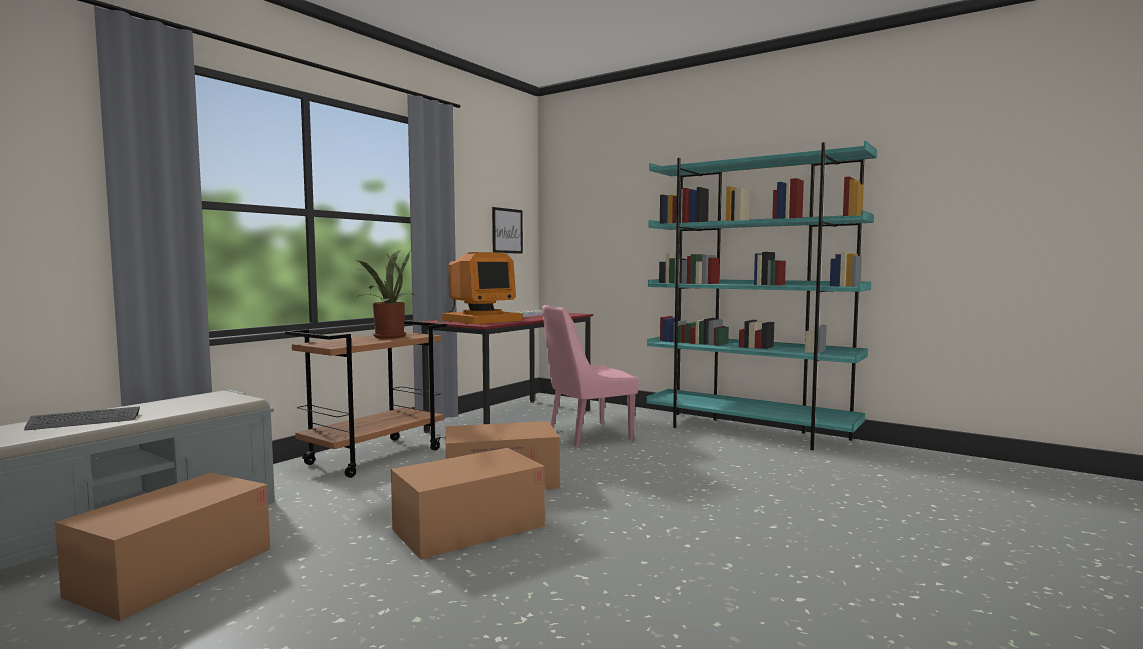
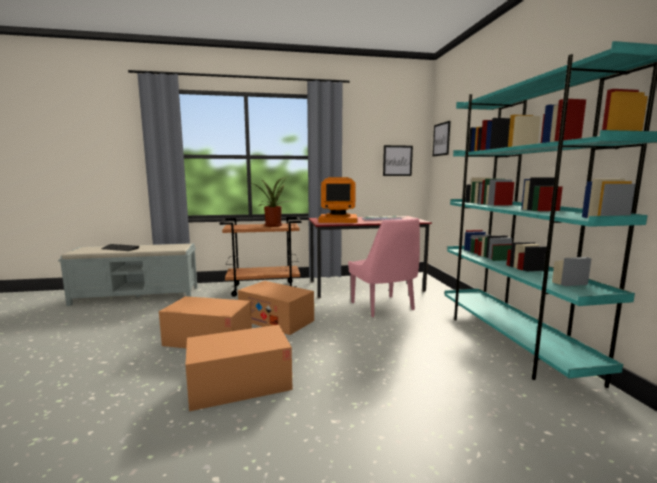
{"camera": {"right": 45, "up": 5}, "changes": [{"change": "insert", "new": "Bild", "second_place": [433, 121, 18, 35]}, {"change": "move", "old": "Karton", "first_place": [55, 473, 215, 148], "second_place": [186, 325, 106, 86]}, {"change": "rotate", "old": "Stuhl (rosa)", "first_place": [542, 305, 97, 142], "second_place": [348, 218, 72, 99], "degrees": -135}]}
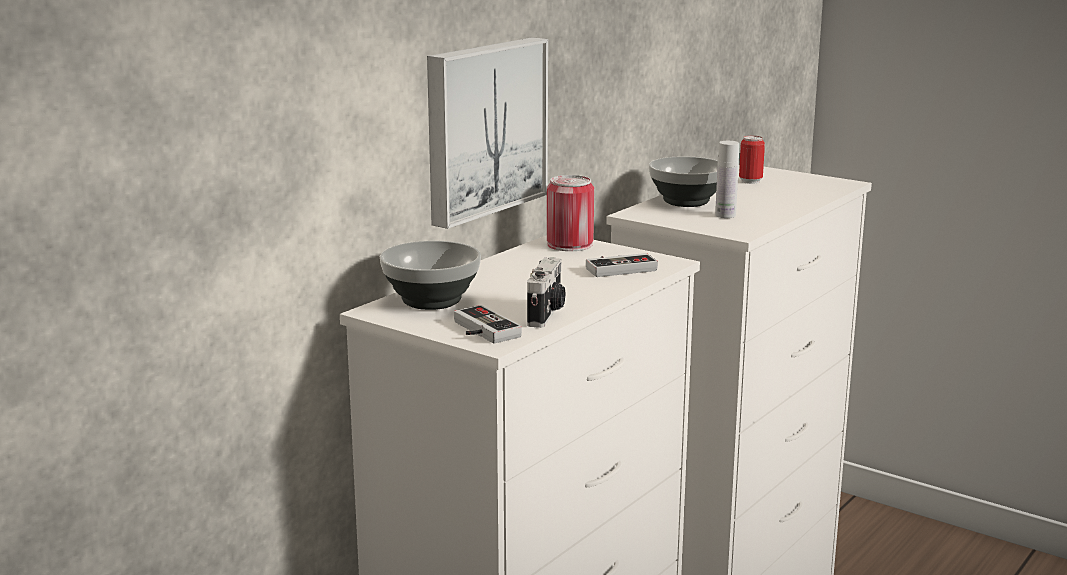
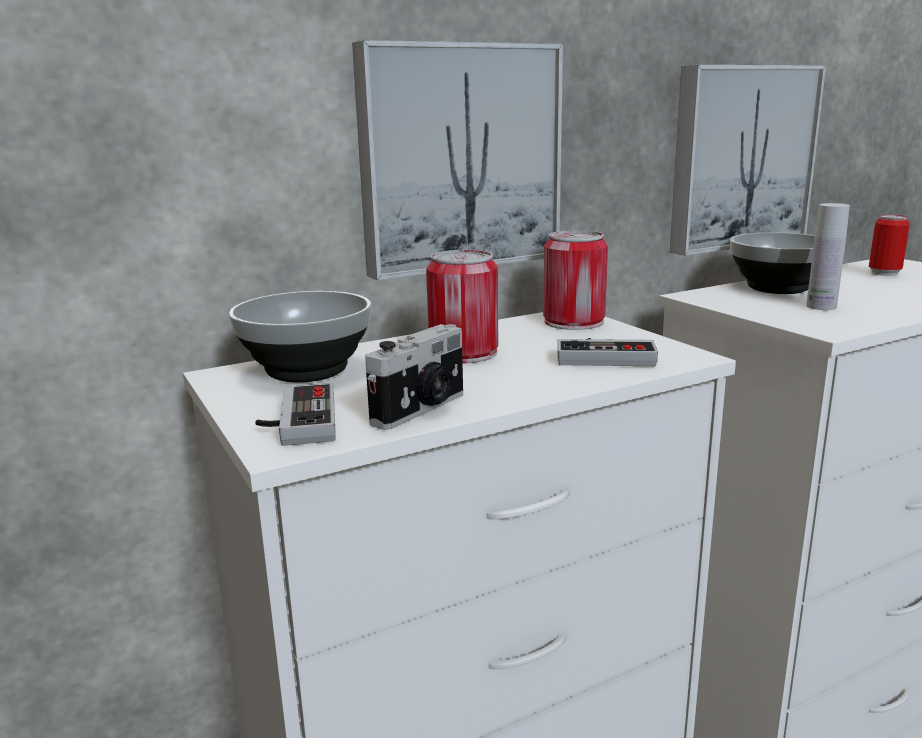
{"camera": {"right": 25, "up": 0}, "changes": [{"change": "insert", "new": "Dose", "second_place": [426, 250, 72, 113]}, {"change": "insert", "new": "Bild", "second_place": [670, 65, 156, 191]}]}
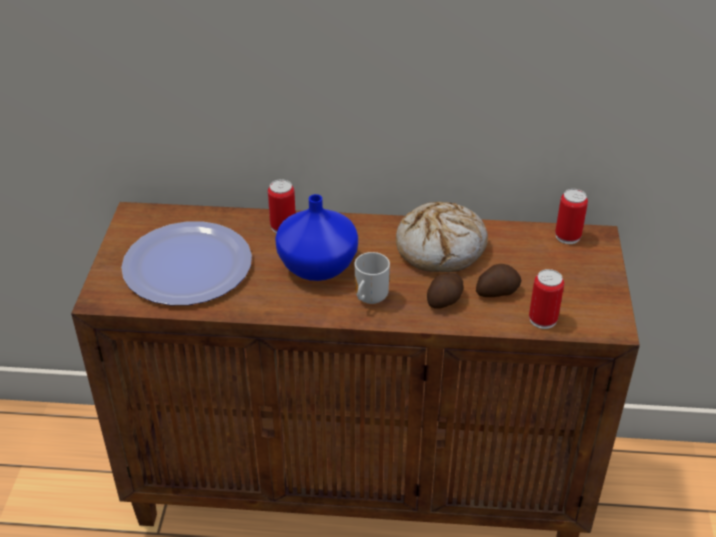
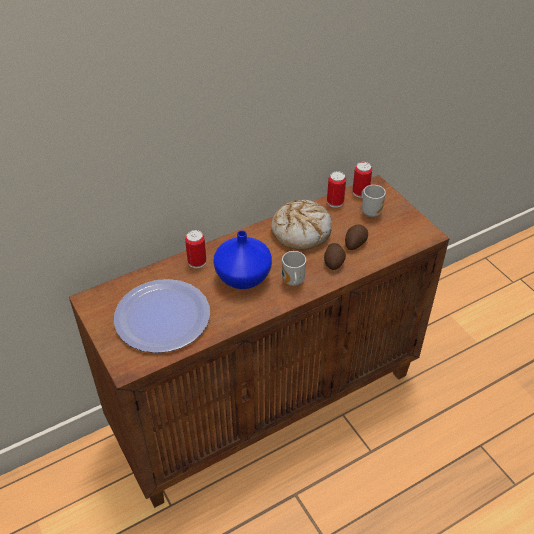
{"camera": {"right": -35, "up": 5}, "changes": [{"change": "insert", "new": "Henkelbecher", "second_place": [361, 185, 25, 32]}, {"change": "move", "old": "Dose", "first_place": [529, 269, 35, 60], "second_place": [327, 171, 19, 37]}]}
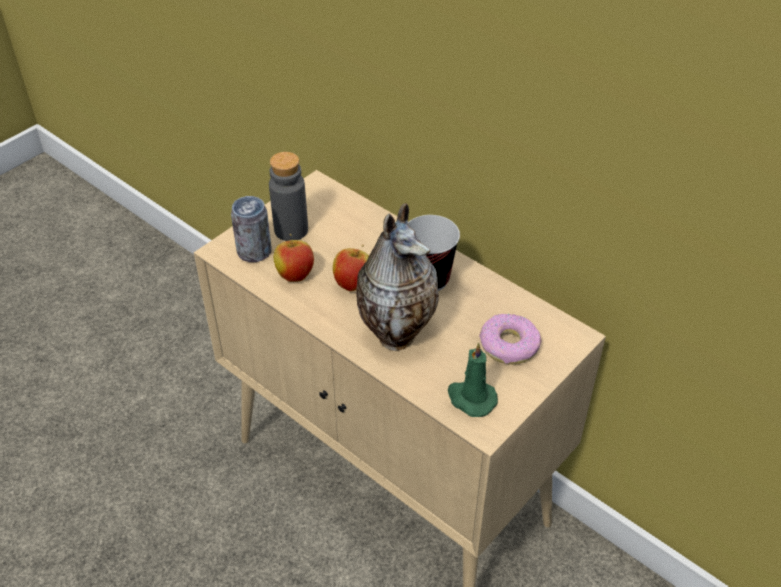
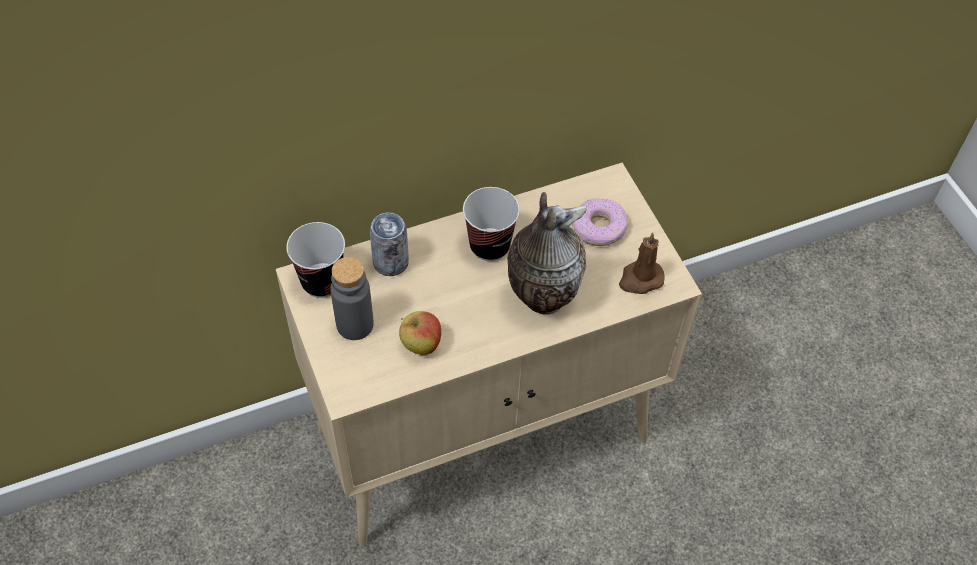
{"camera": {"right": -65, "up": 10}, "changes": [{"change": "delete", "old": "Apfel", "first_place": [333, 245, 36, 46]}, {"change": "insert", "new": "Tasse", "second_place": [286, 222, 59, 76]}, {"change": "move", "old": "Dose", "first_place": [231, 196, 41, 66], "second_place": [370, 212, 39, 64]}, {"change": "recolor", "old": "Kerze (grün)", "new": "Kerze (braun)", "first_place": [448, 342, 50, 75], "second_place": [619, 232, 46, 62]}]}
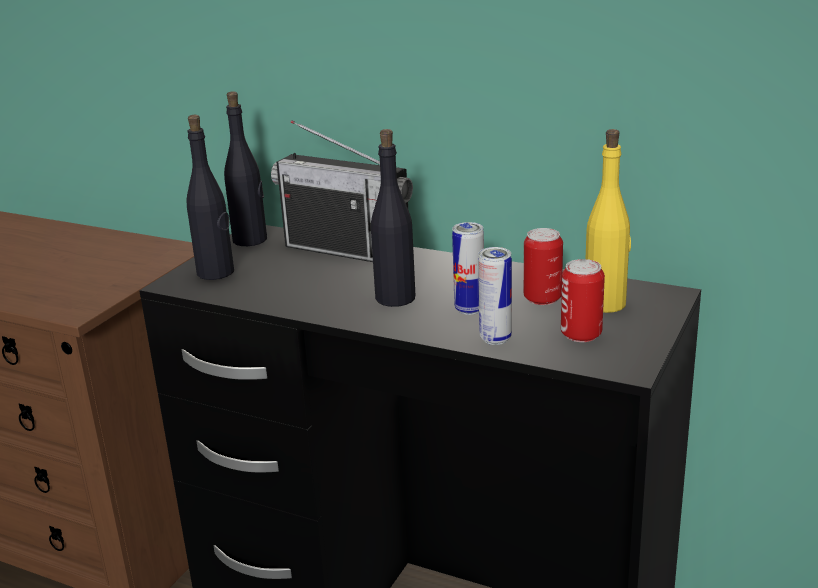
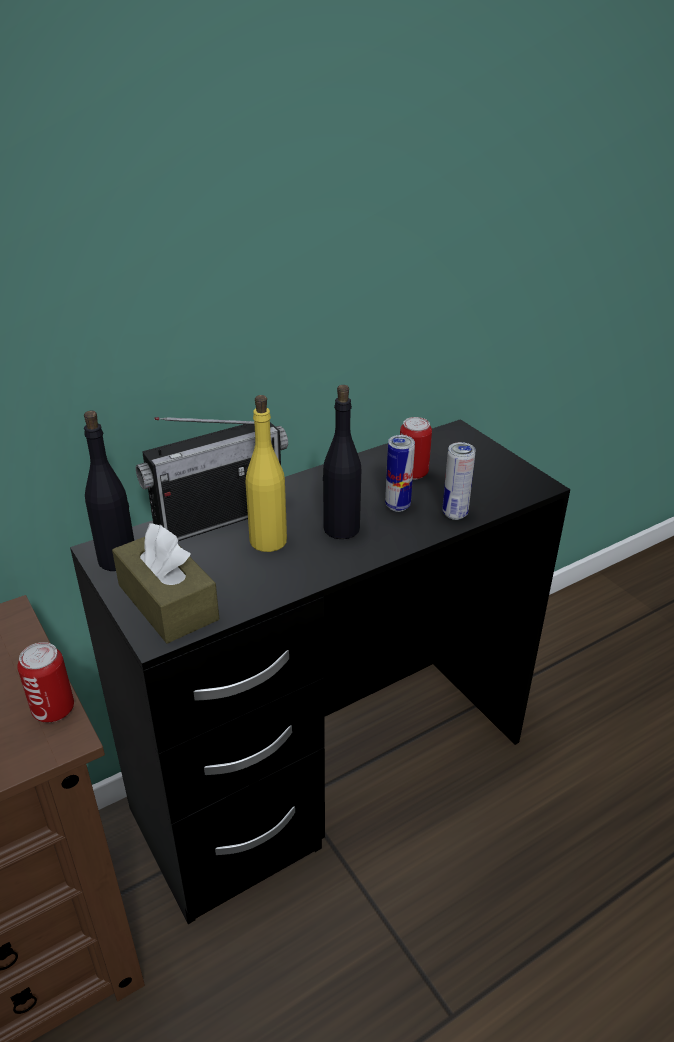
{"camera": {"right": -60, "up": 10}, "changes": [{"change": "move", "old": "Dose", "first_place": [561, 259, 44, 83], "second_place": [17, 642, 57, 80]}, {"change": "move", "old": "Flasche (gelb)", "first_place": [586, 129, 45, 184], "second_place": [246, 395, 41, 157]}, {"change": "replace", "old": "Flasche (schwarz)", "new": "Taschentuchbox (braun)", "first_place": [186, 115, 48, 165], "second_place": [112, 523, 107, 121]}]}
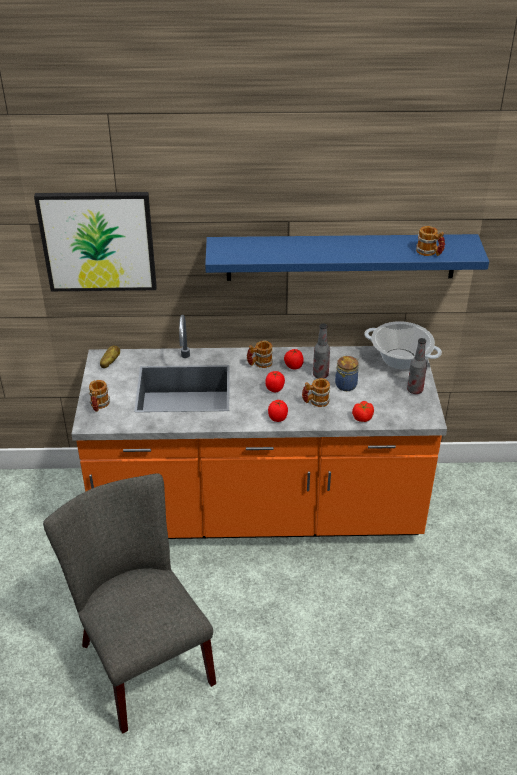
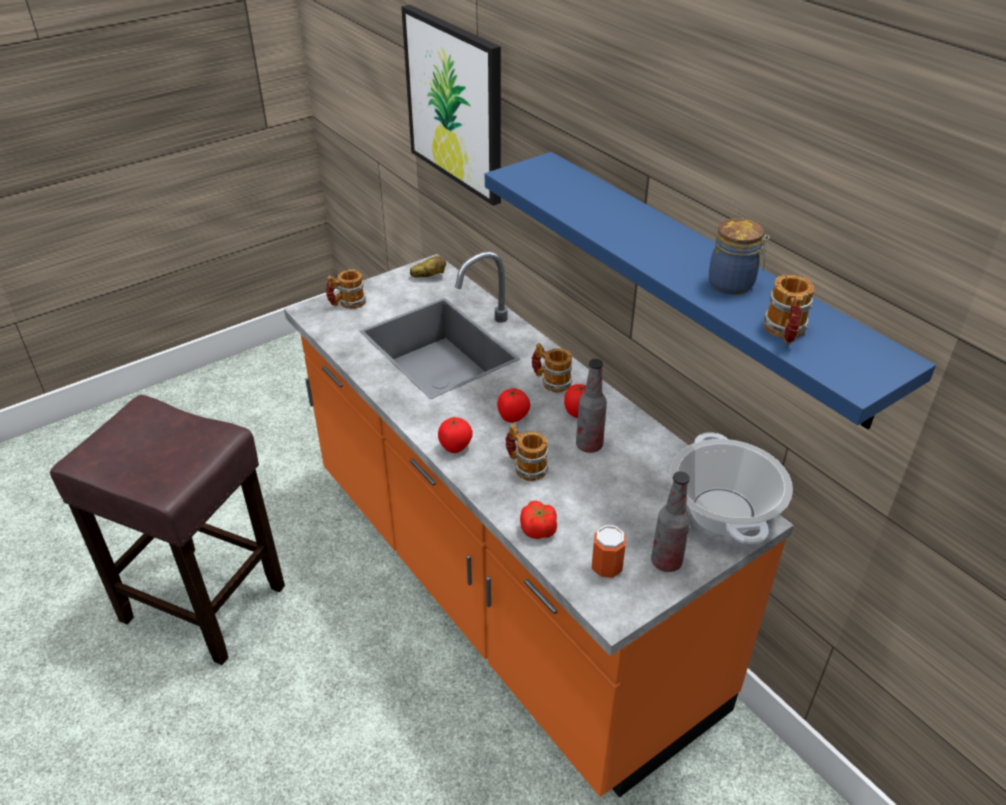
{"camera": {"right": 55, "up": 0}, "changes": [{"change": "insert", "new": "Dose", "second_place": [592, 525, 34, 53]}, {"change": "move", "old": "Vorratsglas", "first_place": [335, 356, 24, 35], "second_place": [709, 218, 61, 77]}, {"change": "replace", "old": "Stuhl (grau)", "new": "Hocker (braun)", "first_place": [43, 473, 173, 261], "second_place": [50, 395, 235, 270]}]}
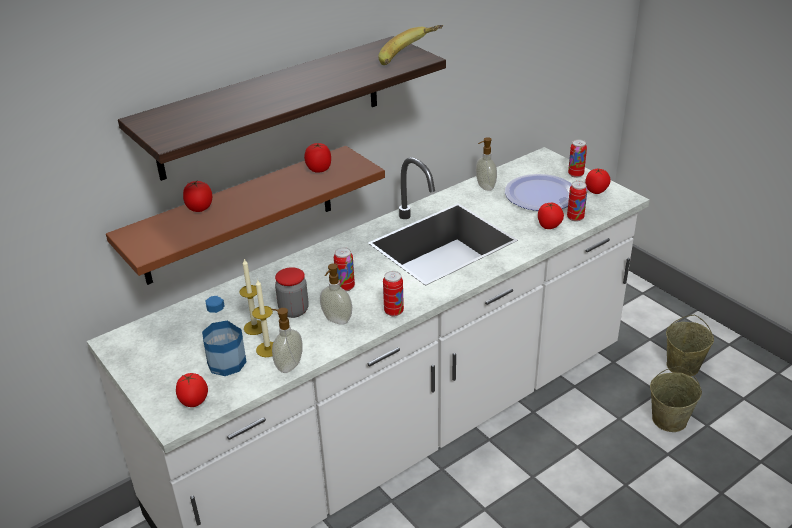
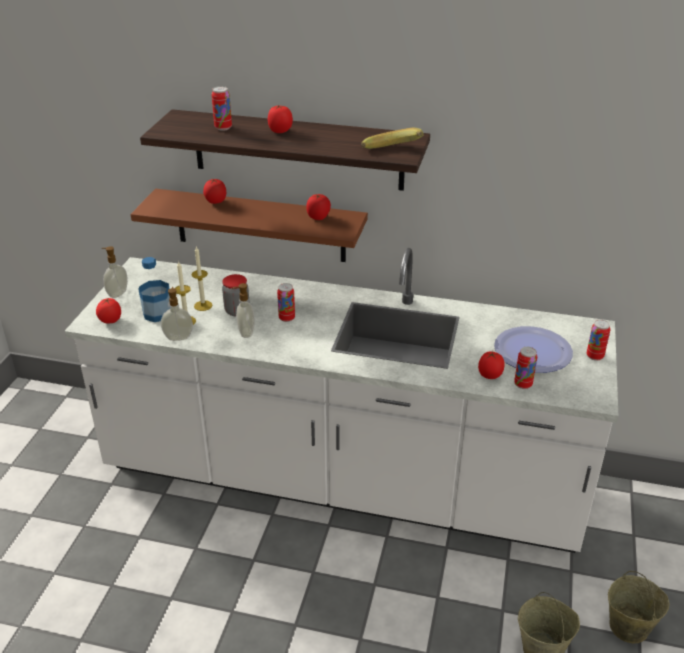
{"camera": {"right": 50, "up": 0}, "changes": [{"change": "move", "old": "Dose", "first_place": [383, 271, 21, 45], "second_place": [212, 86, 20, 45]}, {"change": "move", "old": "Seifenspender", "first_place": [476, 137, 21, 54], "second_place": [102, 246, 26, 52]}, {"change": "move", "old": "Tomate", "first_place": [585, 168, 26, 26], "second_place": [268, 105, 25, 28]}]}
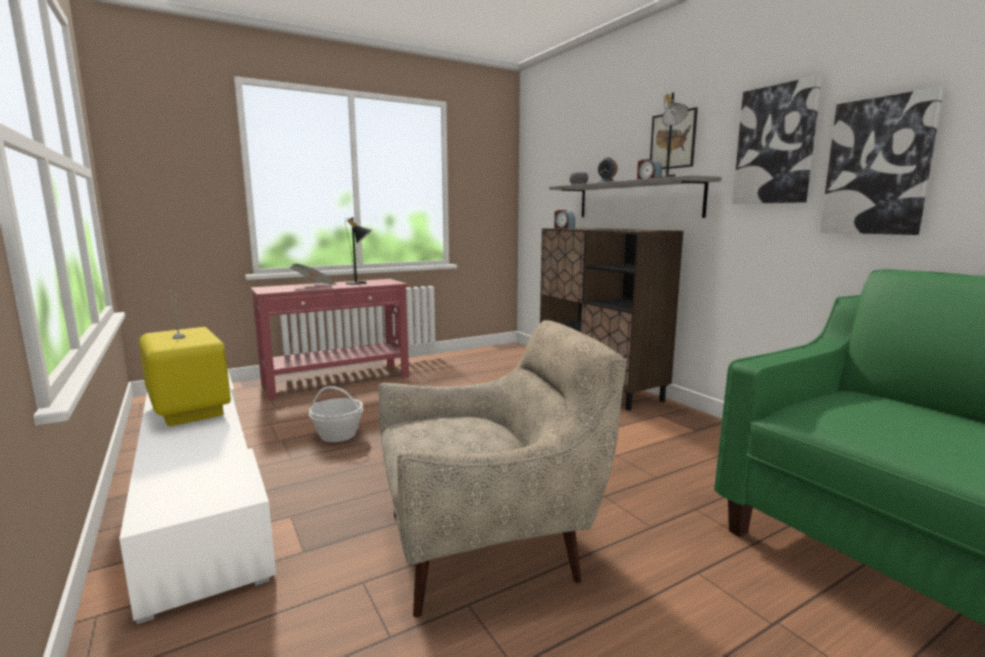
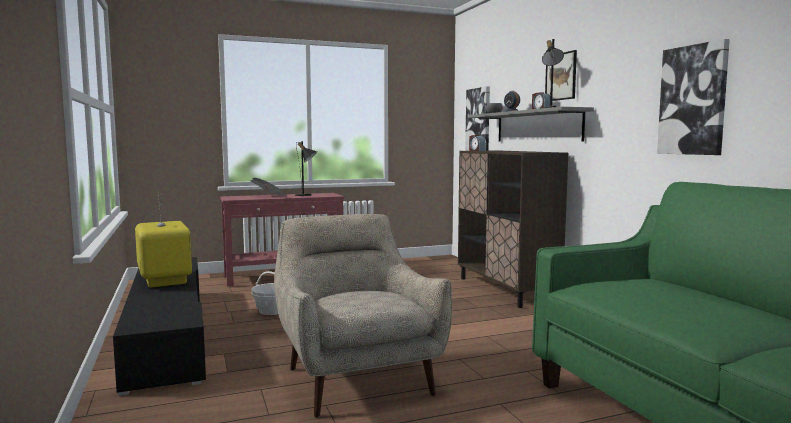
{"camera": {"right": 10, "up": -5}, "changes": [{"change": "move", "old": "Bild", "first_place": [732, 76, 90, 128], "second_place": [465, 86, 25, 65]}, {"change": "recolor", "old": "Fernsehschrank (weiß)", "new": "Fernsehschrank (schwarz)", "first_place": [119, 368, 157, 256], "second_place": [113, 257, 93, 139]}, {"change": "rotate", "old": "Sessel (beige)", "first_place": [379, 320, 248, 298], "second_place": [274, 214, 178, 204], "degrees": -105}]}
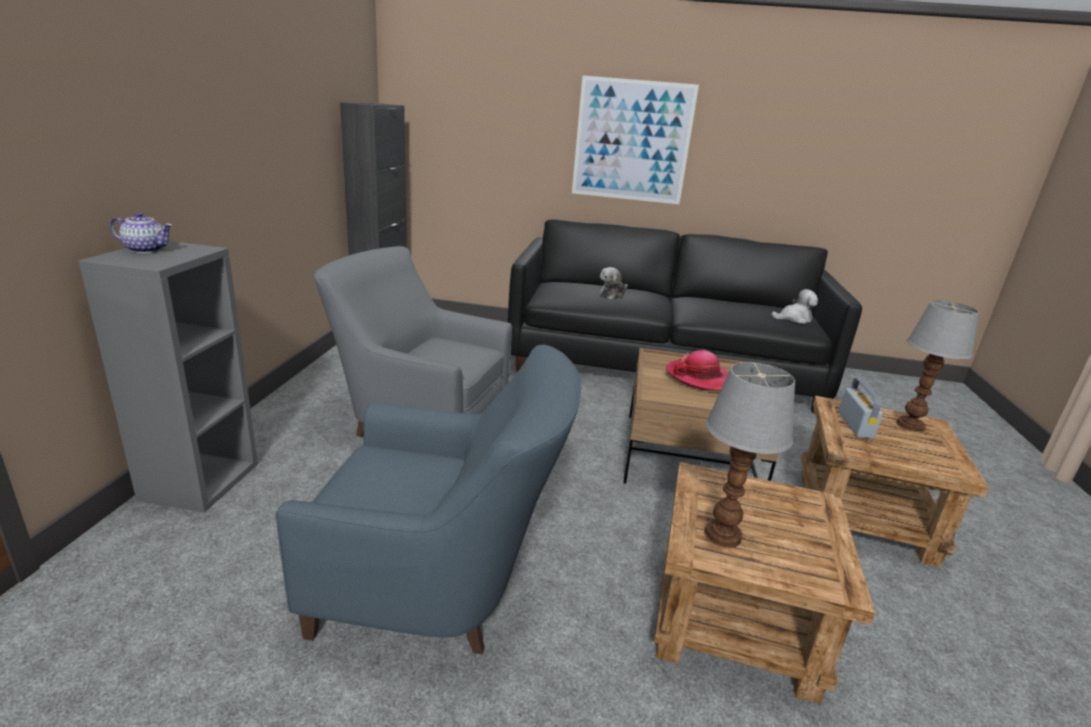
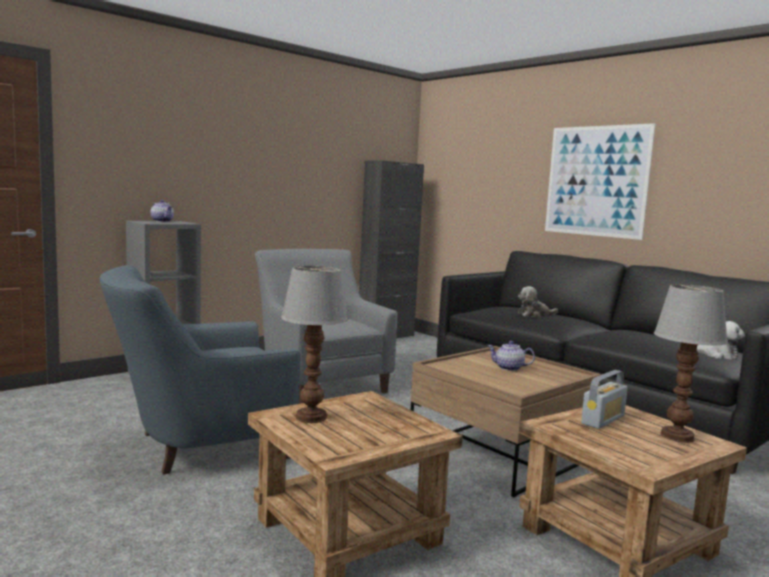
{"camera": {"right": 40, "up": -15}, "changes": [{"change": "replace", "old": "Hut", "new": "Teekanne", "first_place": [666, 350, 63, 41], "second_place": [487, 341, 48, 30]}, {"change": "rotate", "old": "Sessel (blau)", "first_place": [276, 345, 305, 309], "second_place": [100, 265, 200, 210], "degrees": 105}]}
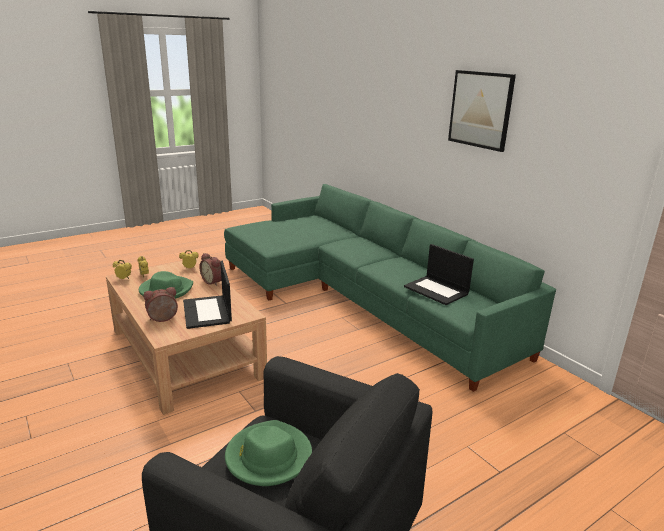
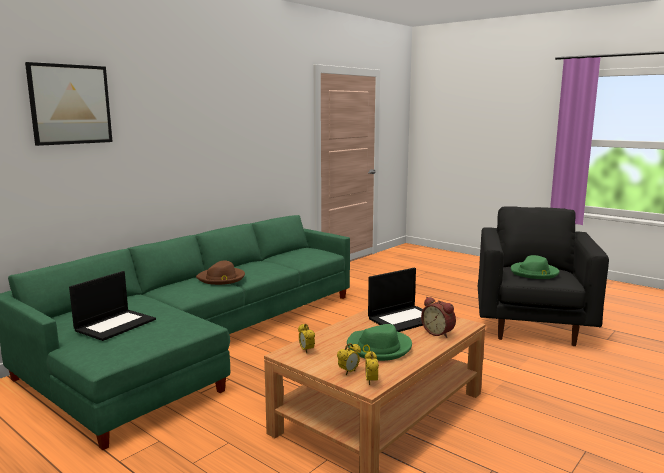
{"camera": {"right": -105, "up": -10}, "changes": [{"change": "delete", "old": "Wecker", "first_place": [199, 253, 23, 33]}, {"change": "insert", "new": "Hut (braun)", "second_place": [196, 260, 49, 25]}, {"change": "move", "old": "Laptop", "first_place": [404, 244, 70, 61], "second_place": [69, 271, 87, 70]}, {"change": "move", "old": "Bild", "first_place": [448, 70, 68, 82], "second_place": [25, 62, 87, 84]}]}
